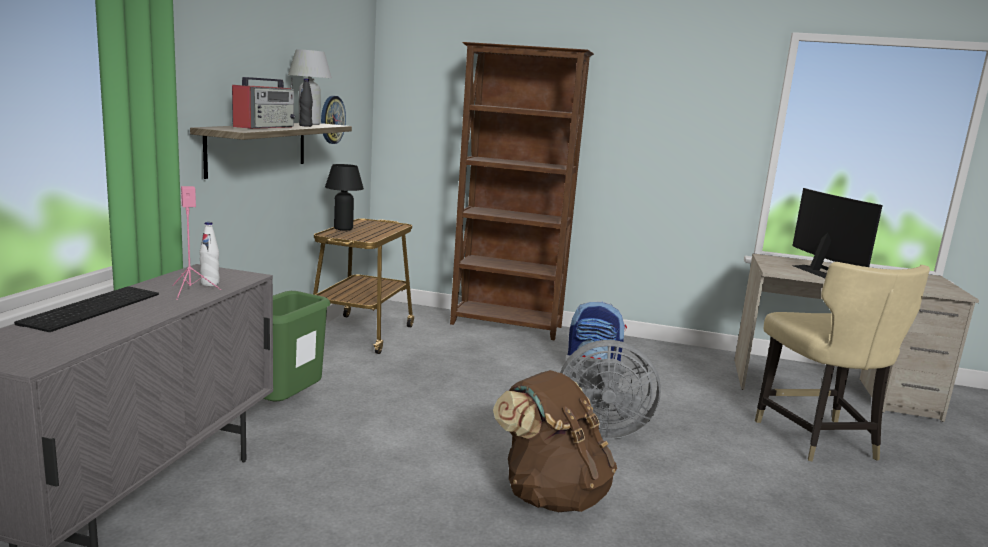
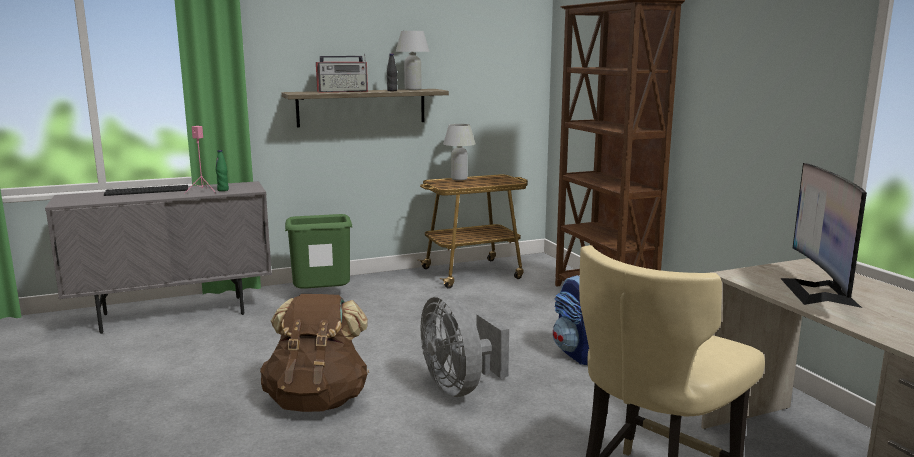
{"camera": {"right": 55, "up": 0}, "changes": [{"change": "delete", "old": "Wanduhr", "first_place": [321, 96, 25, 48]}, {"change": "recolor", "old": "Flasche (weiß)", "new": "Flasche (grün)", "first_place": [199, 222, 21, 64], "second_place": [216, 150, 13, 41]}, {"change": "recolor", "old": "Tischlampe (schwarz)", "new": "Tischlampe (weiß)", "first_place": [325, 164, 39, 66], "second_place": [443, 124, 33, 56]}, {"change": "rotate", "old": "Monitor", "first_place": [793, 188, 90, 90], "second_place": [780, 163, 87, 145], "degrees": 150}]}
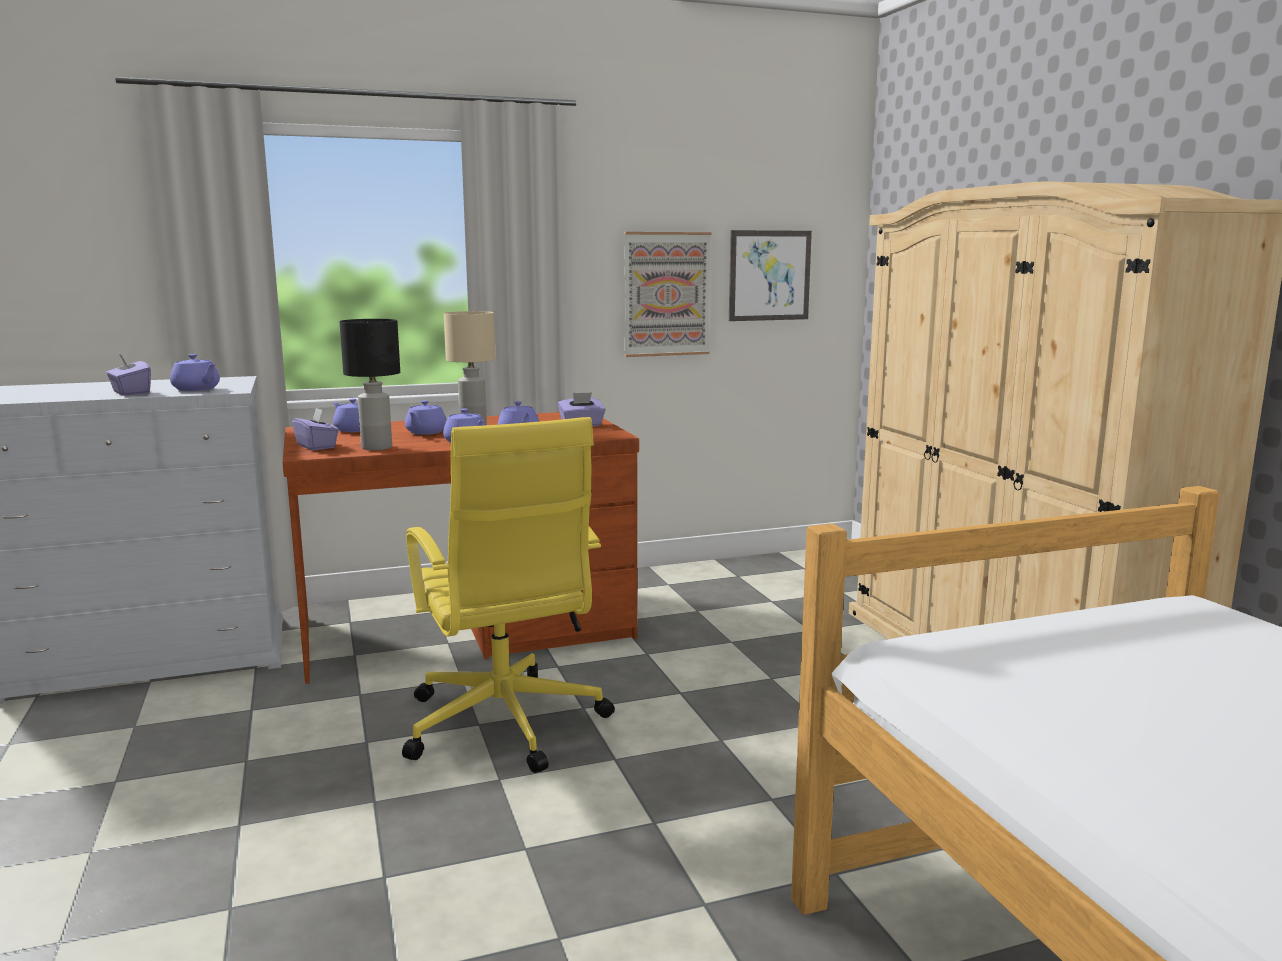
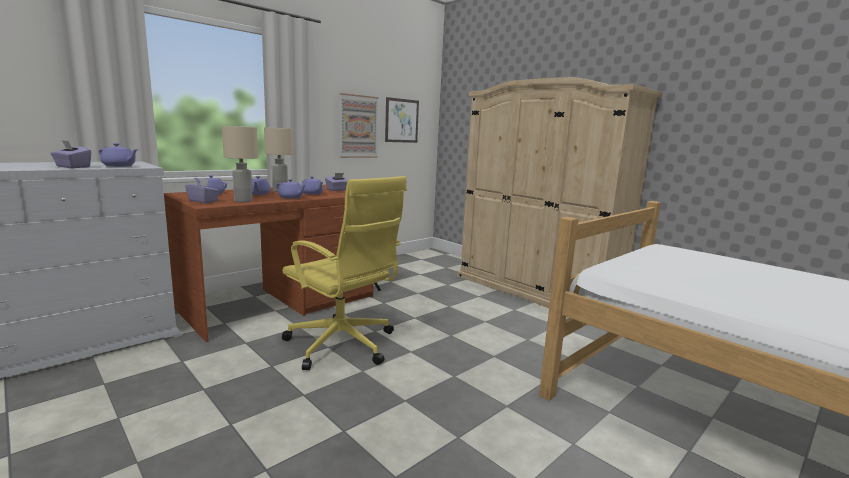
{"camera": {"right": -25, "up": 0}, "changes": [{"change": "recolor", "old": "Tischlampe (schwarz)", "new": "Tischlampe (beige)", "first_place": [339, 319, 61, 131], "second_place": [222, 126, 36, 76]}]}
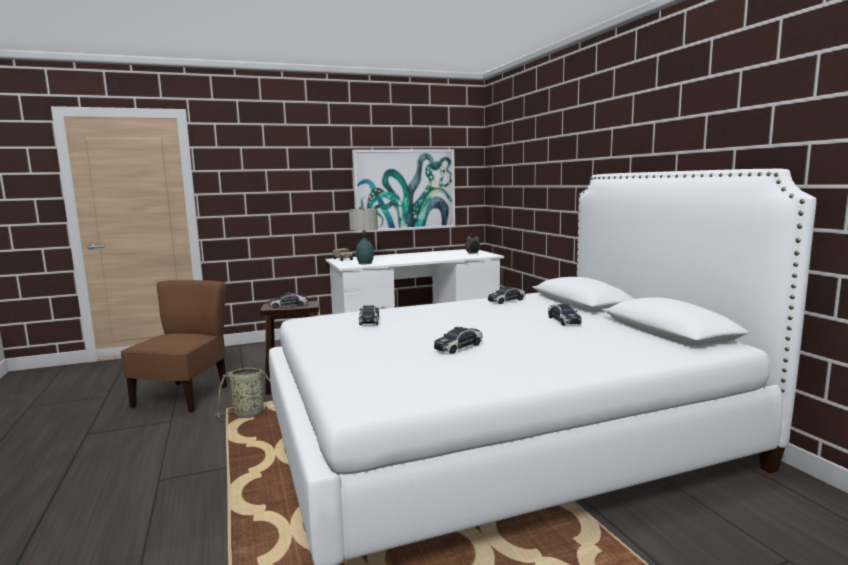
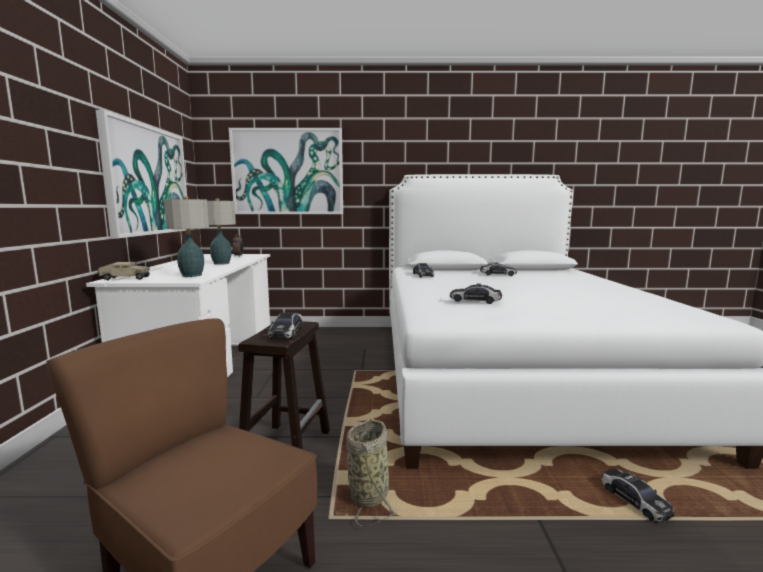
{"camera": {"right": -70, "up": 0}, "changes": [{"change": "insert", "new": "Tischlampe", "second_place": [207, 199, 29, 66]}, {"change": "insert", "new": "Bild", "second_place": [229, 128, 114, 86]}, {"change": "move", "old": "Spielzeugauto", "first_place": [434, 327, 48, 27], "second_place": [601, 469, 73, 53]}]}
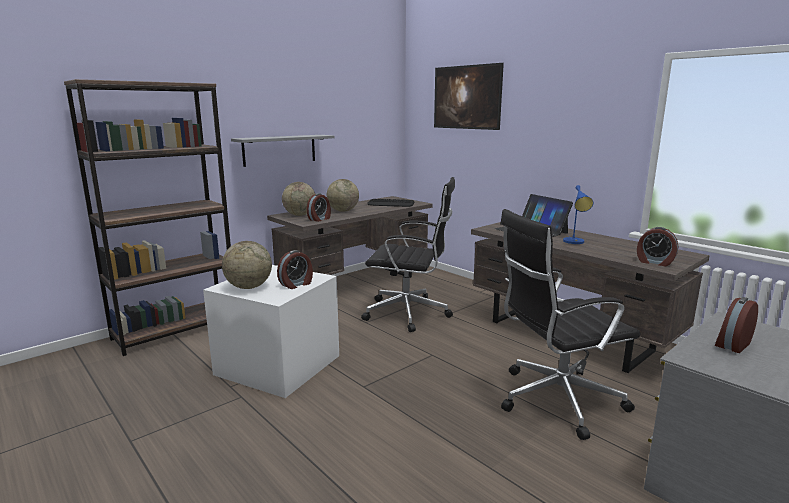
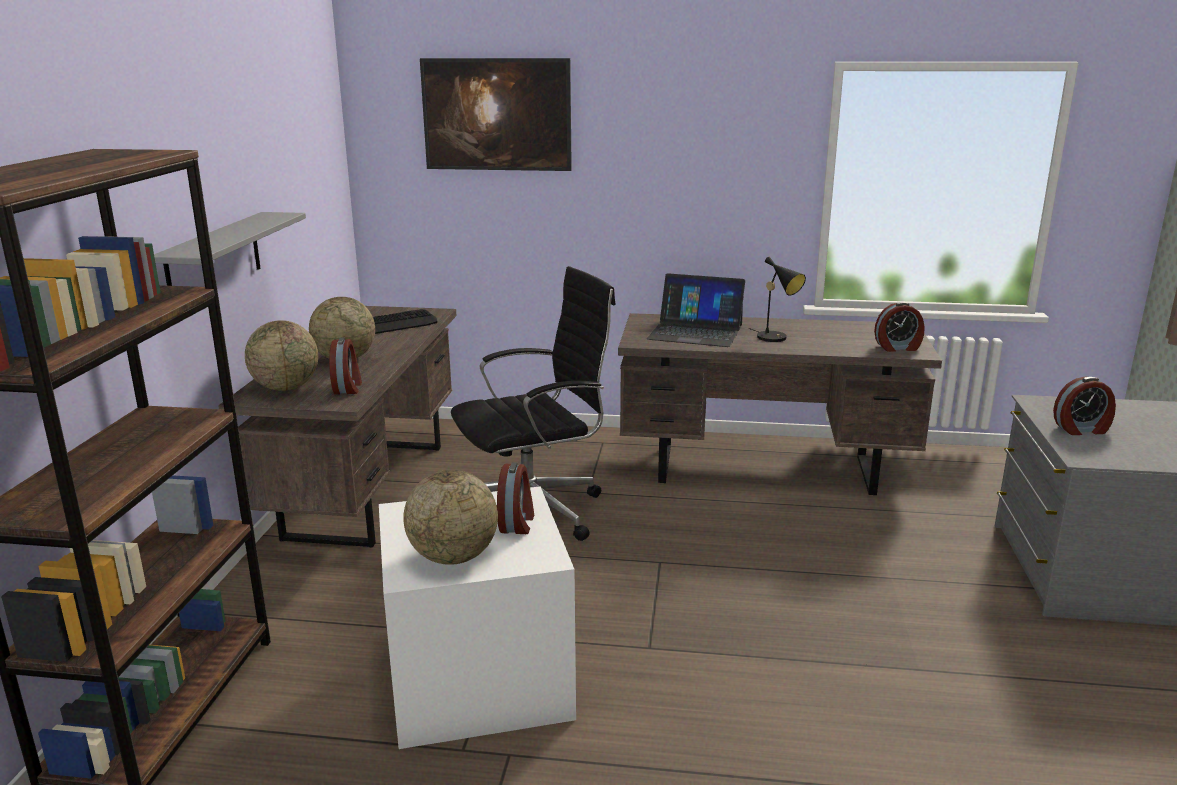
{"camera": {"right": -40, "up": 5}, "changes": [{"change": "delete", "old": "Bürostuhl (schwarz)", "first_place": [500, 209, 140, 231]}, {"change": "recolor", "old": "Tischlampe (blau)", "new": "Tischlampe (schwarz)", "first_place": [563, 185, 30, 59], "second_place": [749, 257, 57, 85]}, {"change": "rotate", "old": "Wecker", "first_place": [715, 297, 43, 56], "second_place": [1053, 376, 63, 59], "degrees": -105}]}
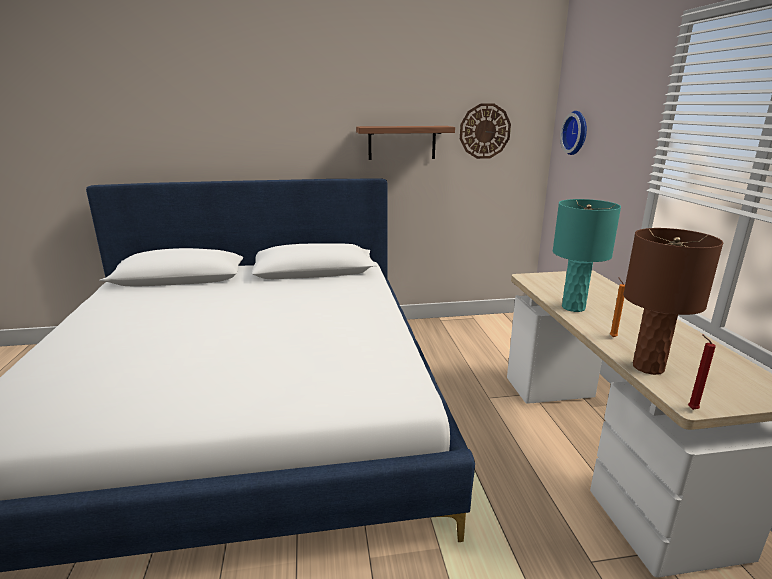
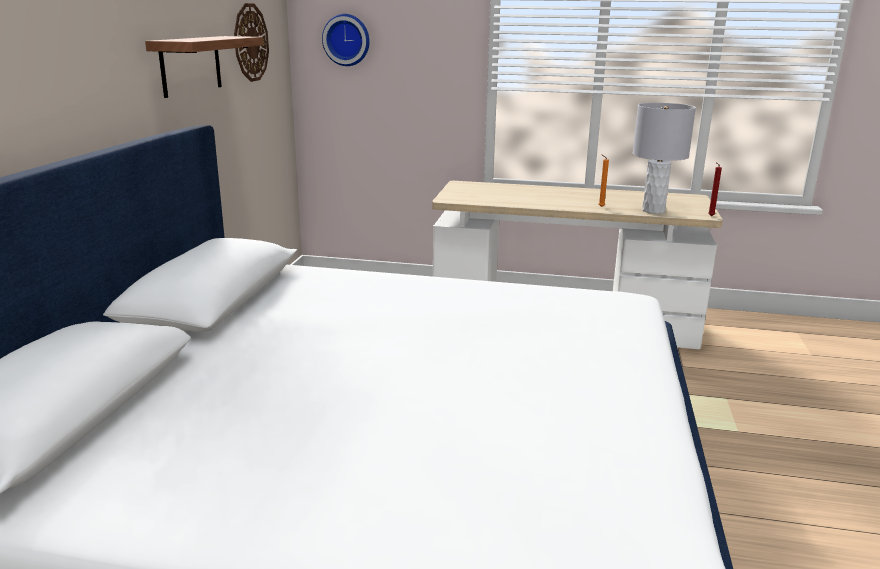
{"camera": {"right": -70, "up": 0}, "changes": [{"change": "delete", "old": "Tischlampe (türkis)", "first_place": [553, 199, 68, 113]}, {"change": "recolor", "old": "Tischlampe (braun)", "new": "Tischlampe (grau)", "first_place": [623, 228, 100, 147], "second_place": [633, 103, 63, 111]}]}
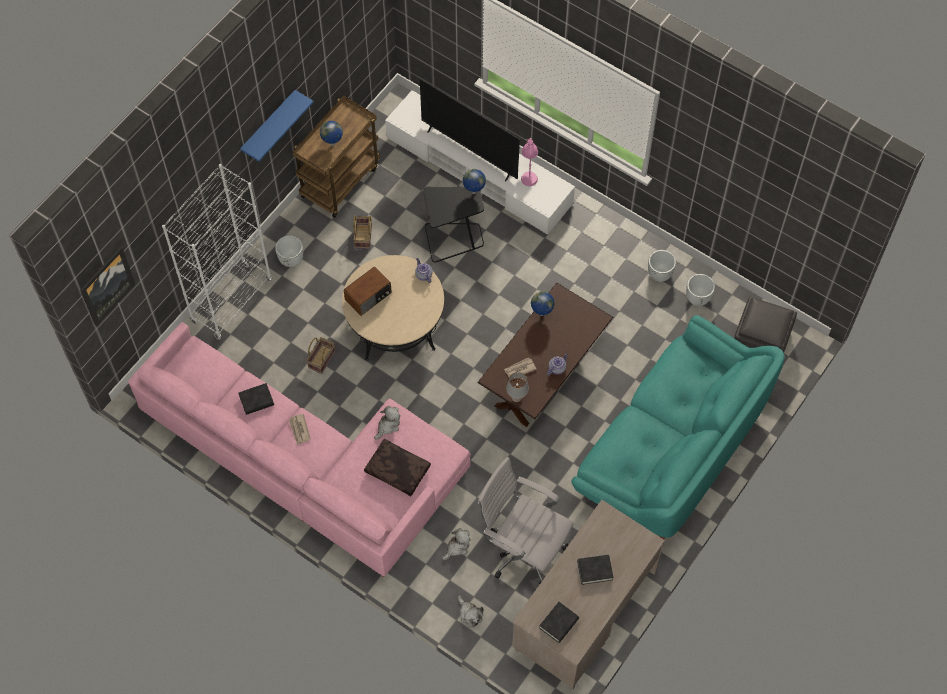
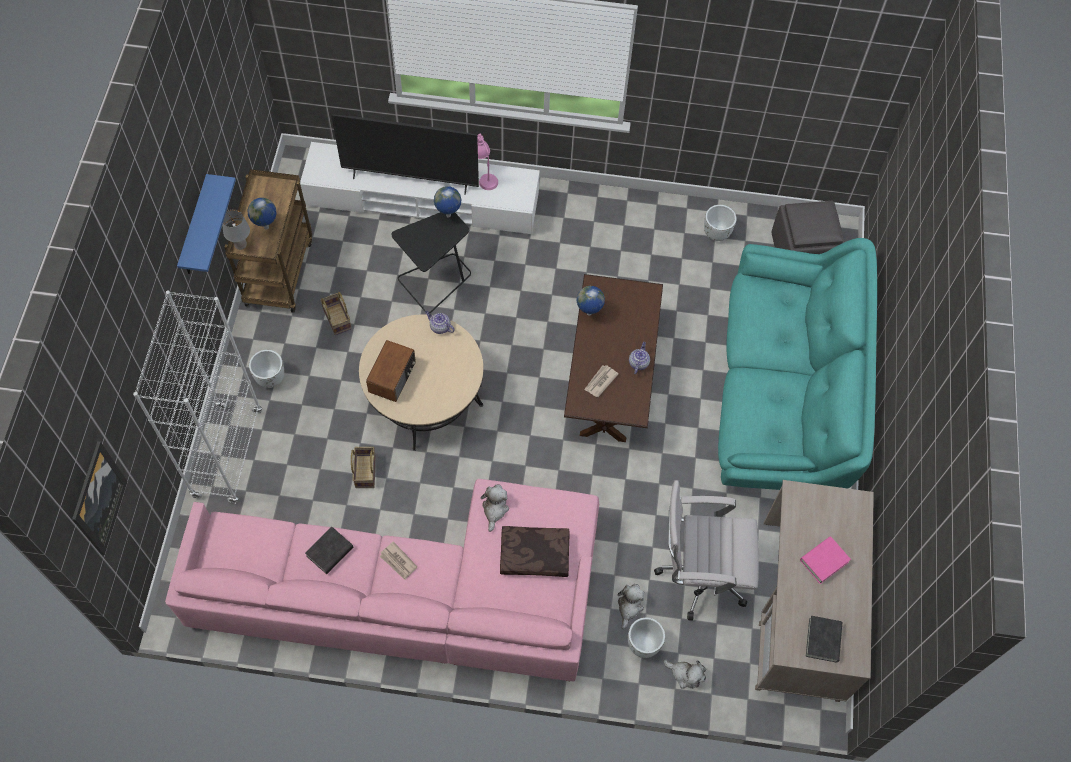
{"camera": {"right": -30, "up": 0}, "changes": [{"change": "move", "old": "Tischlampe (grau)", "first_place": [506, 372, 23, 30], "second_place": [222, 210, 28, 40]}, {"change": "move", "old": "Pflanzkübel (weiß)", "first_place": [648, 250, 28, 32], "second_place": [628, 617, 37, 41]}, {"change": "recolor", "old": "Buch (schwarz)", "new": "Buch (rosa)", "first_place": [577, 555, 37, 30], "second_place": [800, 536, 51, 48]}]}
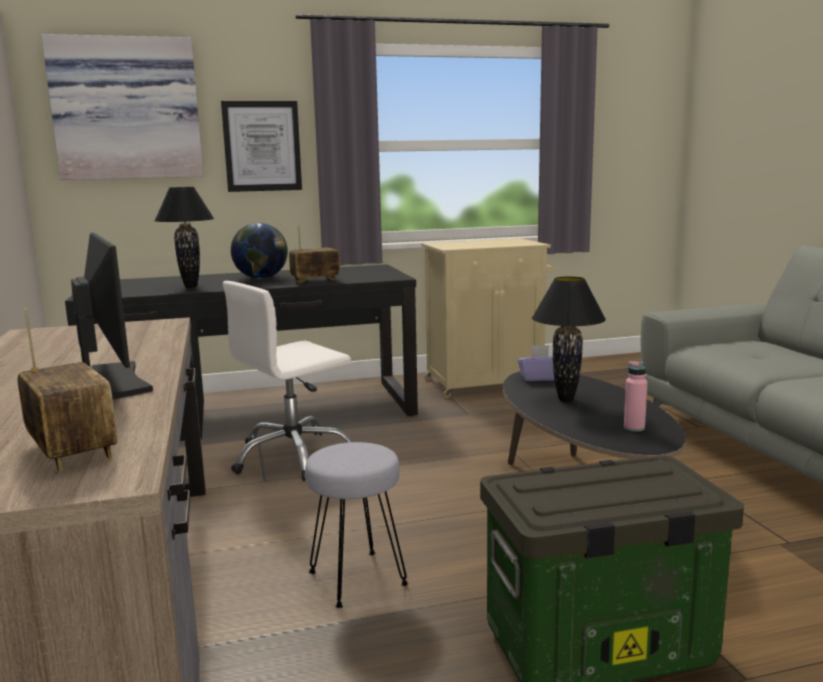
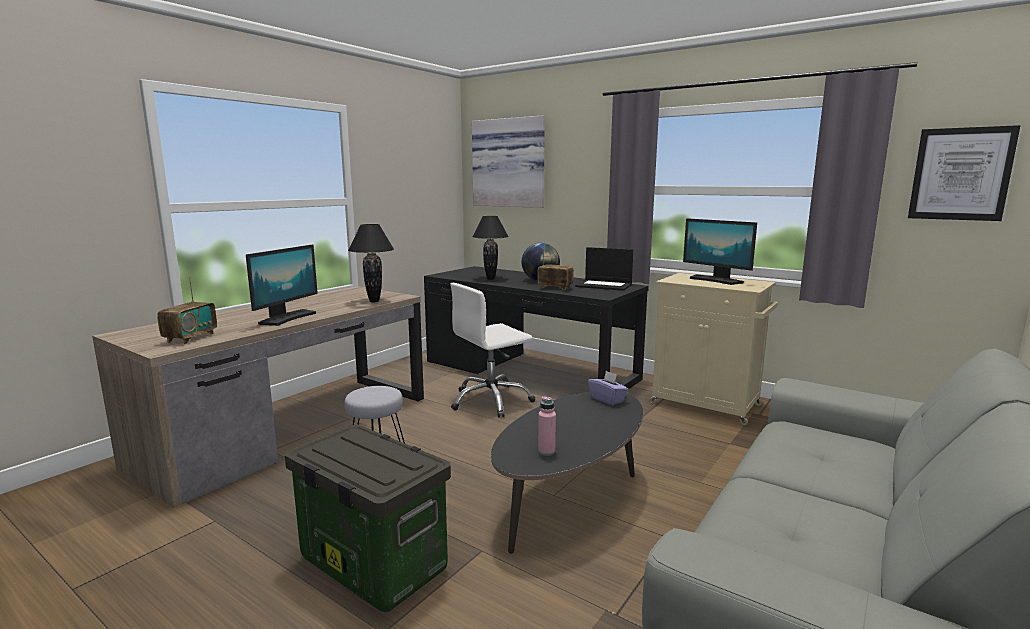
{"camera": {"right": 50, "up": 0}, "changes": [{"change": "insert", "new": "Laptop", "second_place": [575, 247, 58, 44]}, {"change": "insert", "new": "Monitor", "second_place": [683, 218, 74, 67]}, {"change": "move", "old": "Bild", "first_place": [221, 101, 81, 91], "second_place": [908, 125, 112, 96]}, {"change": "move", "old": "Tischlampe (schwarz)", "first_place": [532, 277, 74, 125], "second_place": [348, 224, 46, 78]}, {"change": "rotate", "old": "Bürostuhl (weiß)", "first_place": [223, 281, 130, 200], "second_place": [450, 283, 85, 134], "degrees": -45}]}
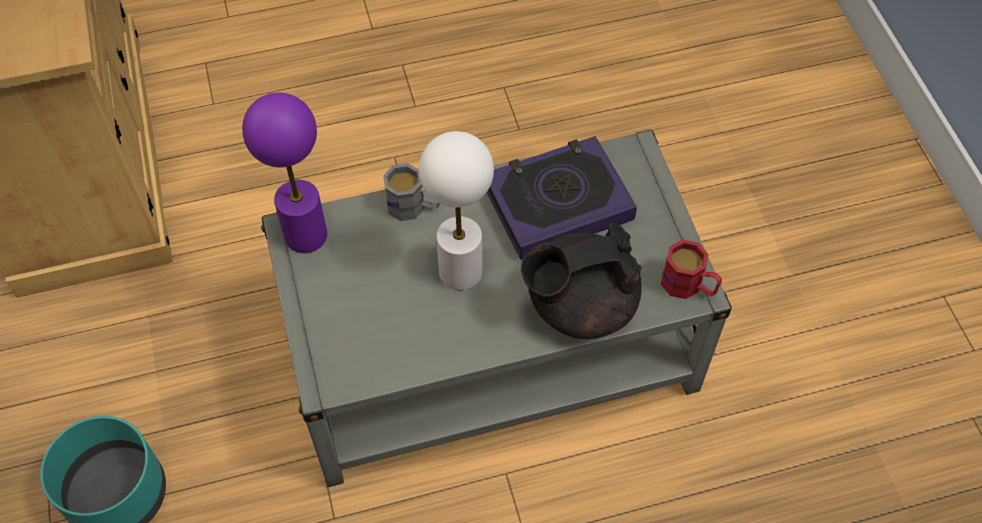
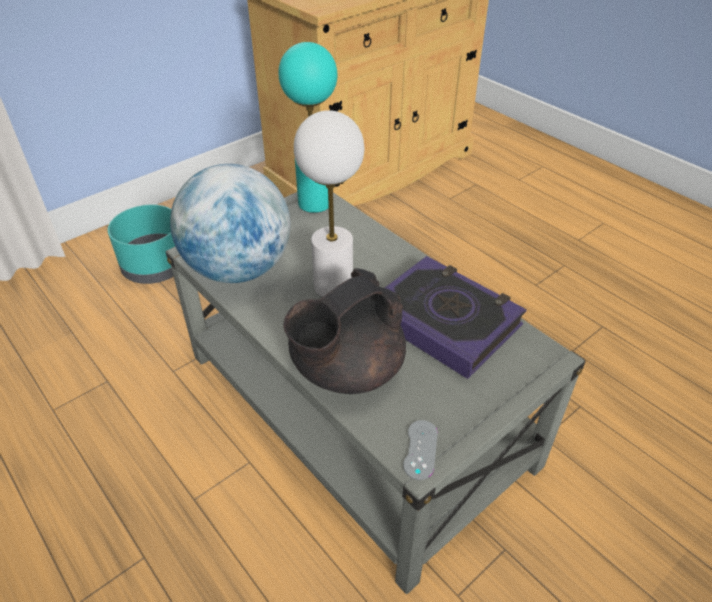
{"camera": {"right": 65, "up": -15}, "changes": [{"change": "delete", "old": "Henkelbecher (grau)", "first_place": [383, 163, 57, 58]}, {"change": "insert", "new": "Globus", "second_place": [170, 164, 120, 119]}, {"change": "replace", "old": "Henkelbecher (rot)", "new": "Gamepad (grau)", "first_place": [661, 239, 61, 60], "second_place": [403, 420, 35, 60]}, {"change": "recolor", "old": "Tischlampe (lila)", "new": "Tischlampe (türkis)", "first_place": [242, 93, 85, 160], "second_place": [279, 42, 58, 171]}, {"change": "rotate", "old": "Teekanne (schwarz)", "first_place": [521, 224, 121, 115], "second_place": [283, 268, 123, 126], "degrees": -90}]}
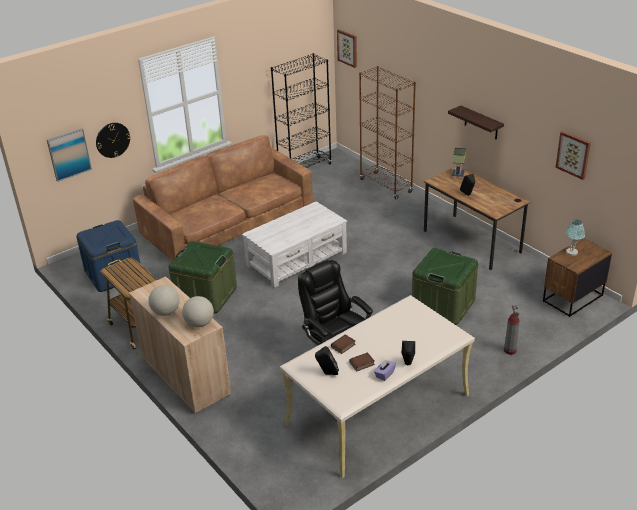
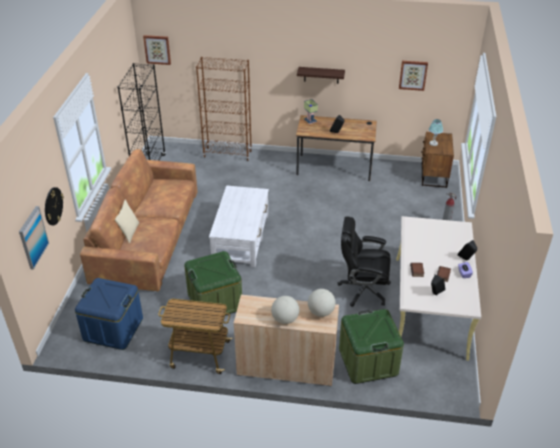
{"camera": {"right": -45, "up": 5}, "changes": [{"change": "insert", "new": "Kissen (beige)", "second_place": [115, 199, 24, 44]}, {"change": "move", "old": "Aufbewahrungsbox (grün)", "first_place": [412, 248, 66, 77], "second_place": [339, 309, 65, 75]}]}
